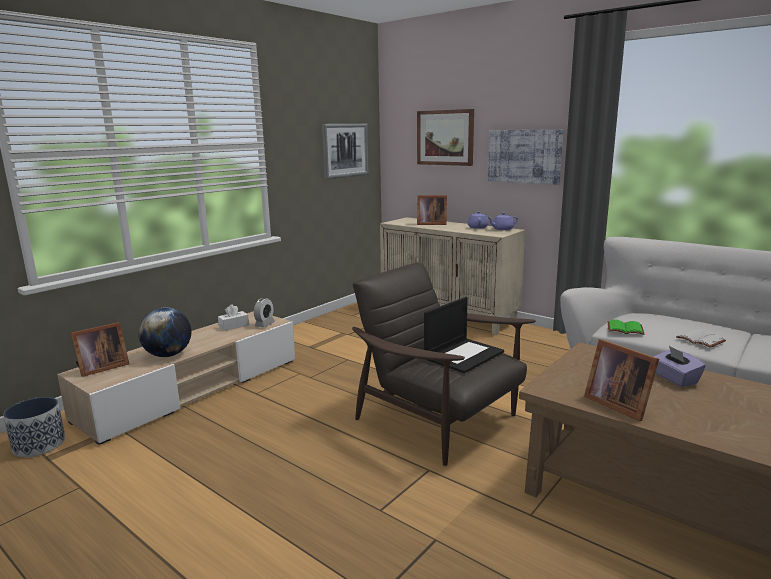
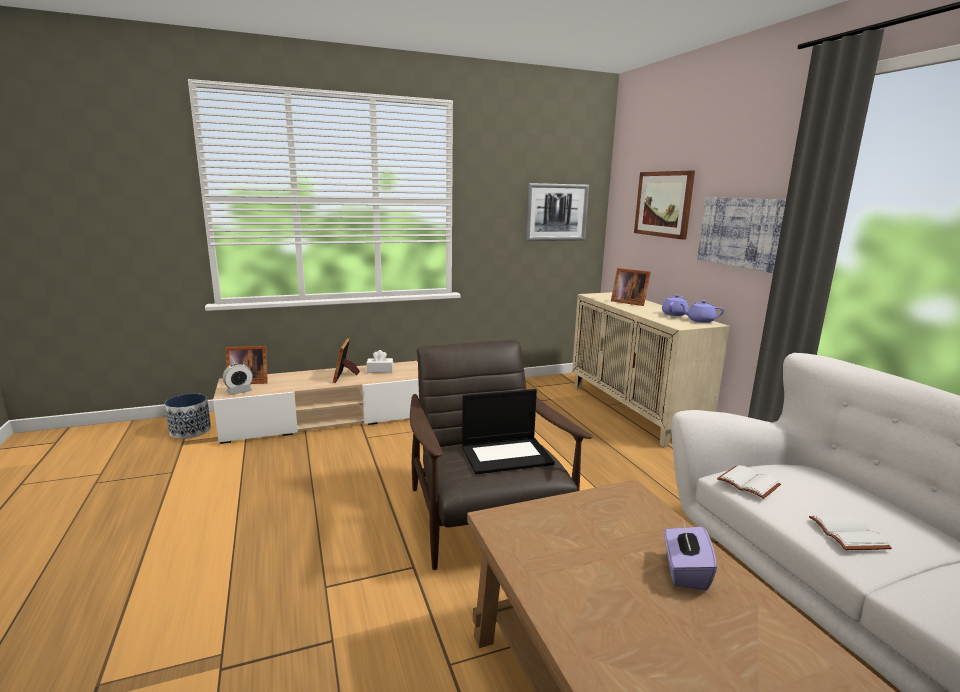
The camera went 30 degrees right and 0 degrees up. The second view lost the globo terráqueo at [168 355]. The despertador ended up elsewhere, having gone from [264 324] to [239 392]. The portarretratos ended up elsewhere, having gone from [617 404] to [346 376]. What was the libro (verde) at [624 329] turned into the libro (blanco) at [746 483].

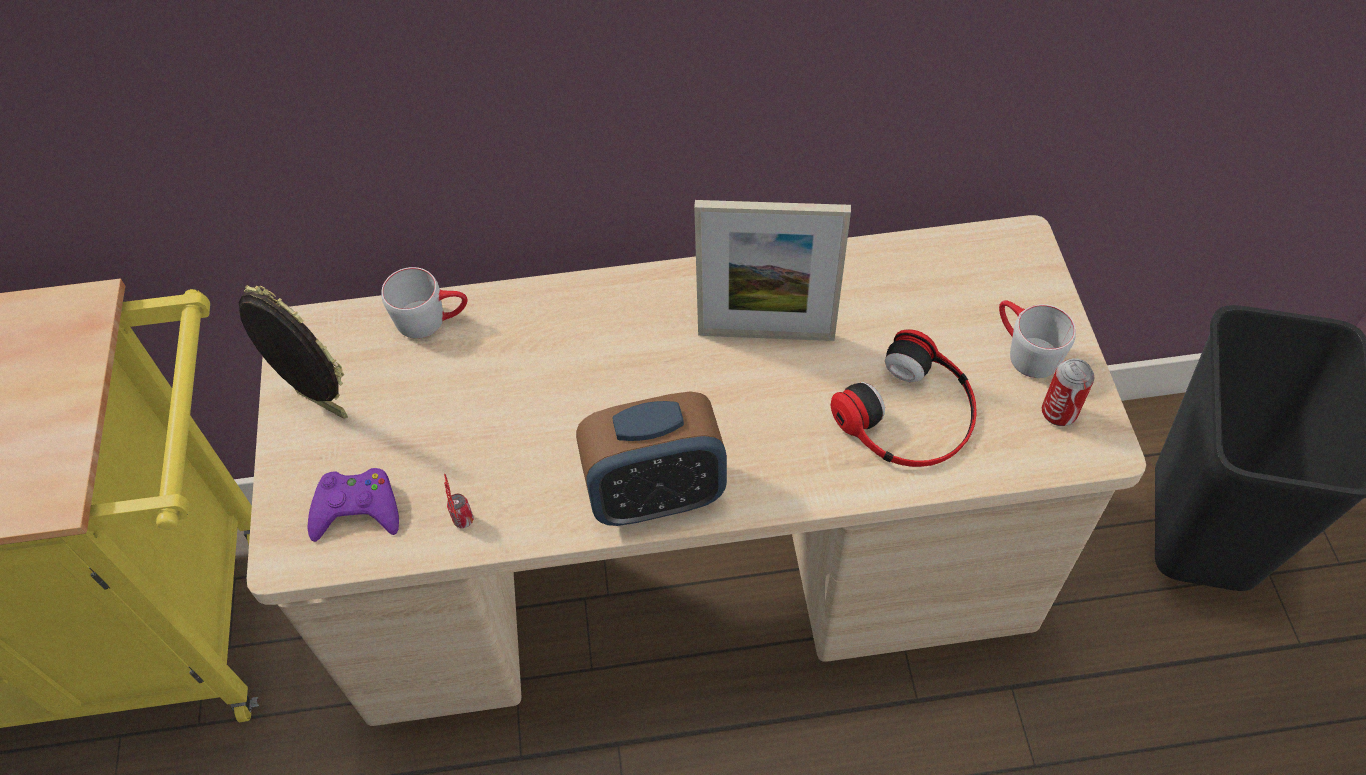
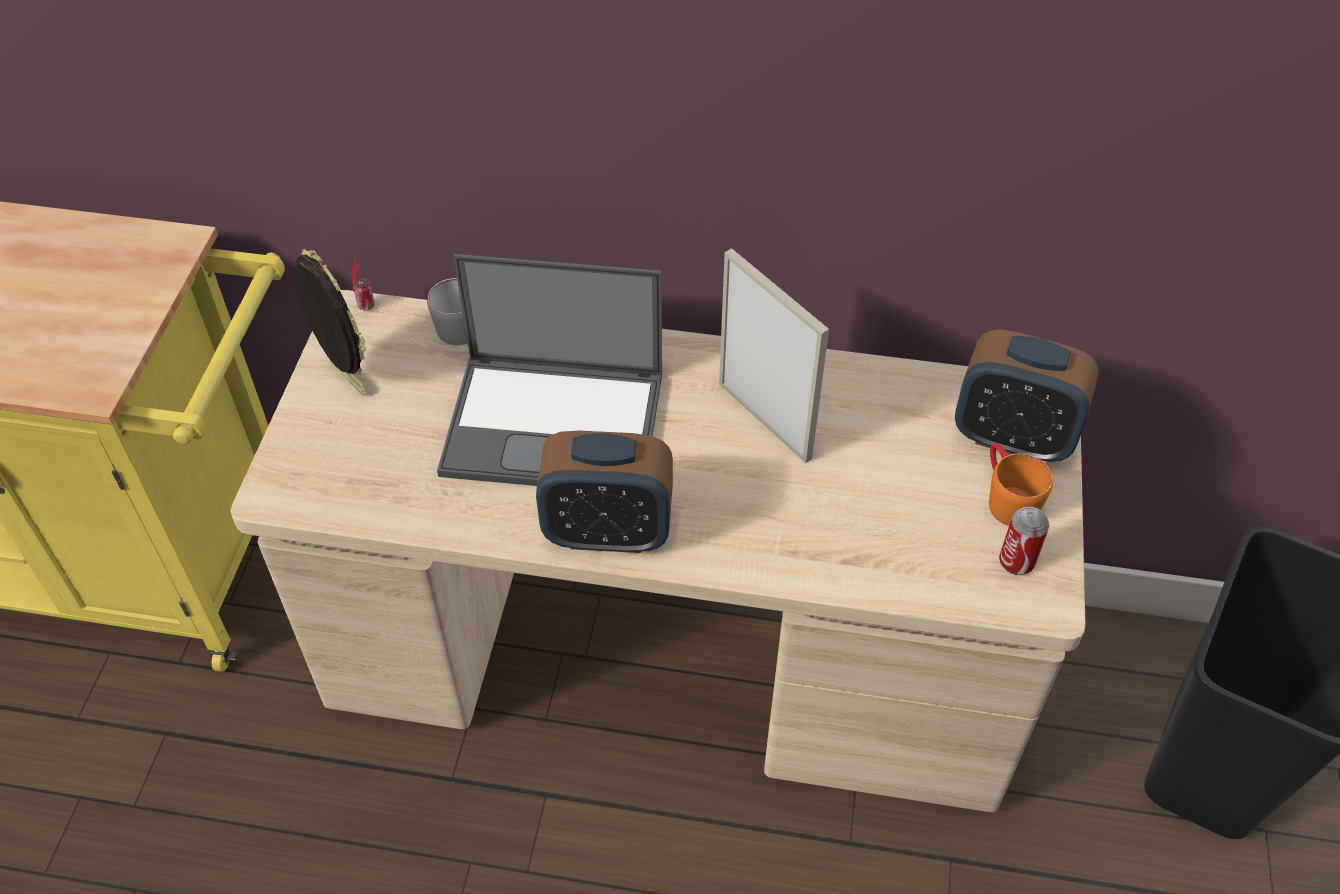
The camera went 15 degrees right and 5 degrees down. The second view lost the mando de consola (morado) at [357 509]. The second view lost the auriculares at [910 414]. The second view gained the portátil at [557 423]. The second view gained the despertador at [1012 437]. The lata ended up elsewhere, having gone from [464 522] to [366 307]. What was the taza grande (gris) at [1024 350] turned into the taza grande (naranja) at [1006 498]. The portarretratos at [766 334] ended up facing another way, 150 degrees counterclockwise from before.

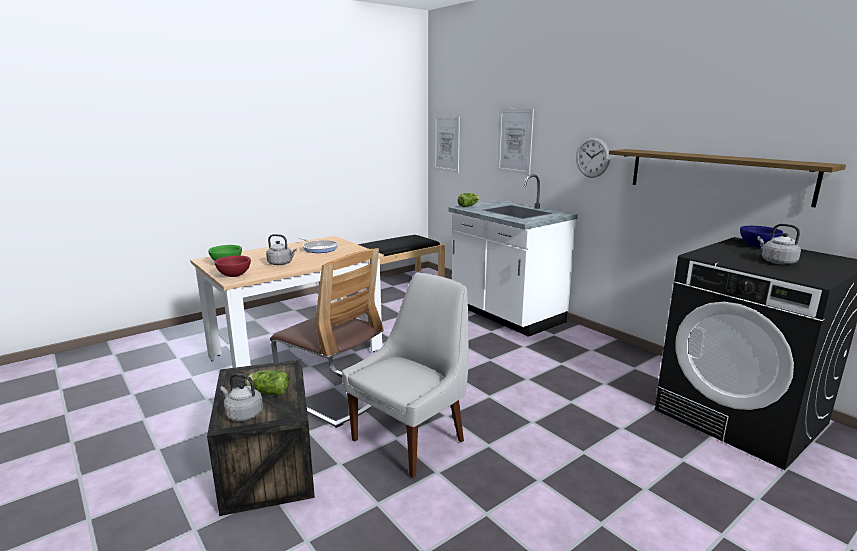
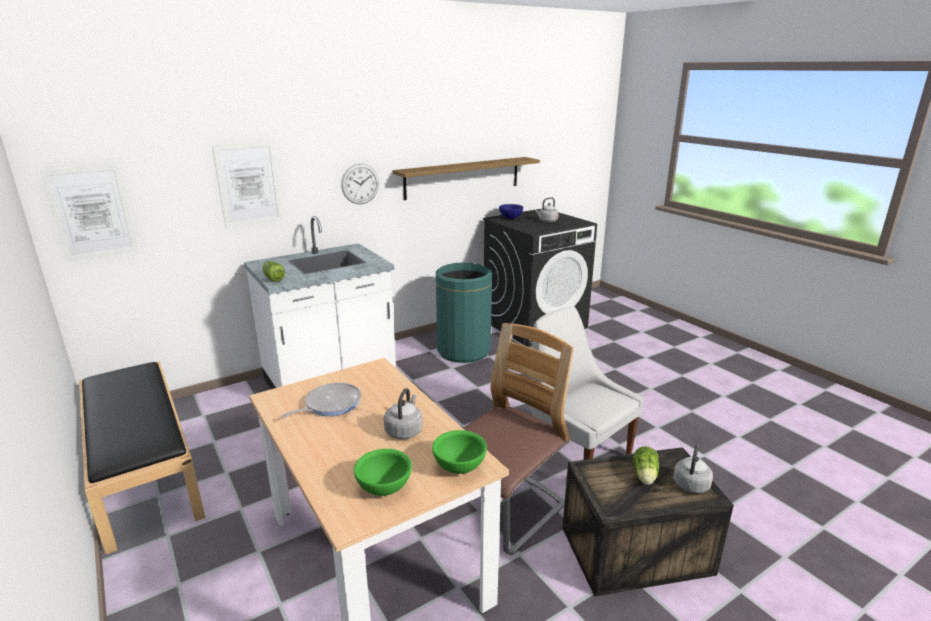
The camera went 85 degrees left and 5 degrees up. The second view gained the papelera (verde) at [463 351]. What was the cuenco (rojo) at [235 275] turned into the cuenco (verde) at [460 466].

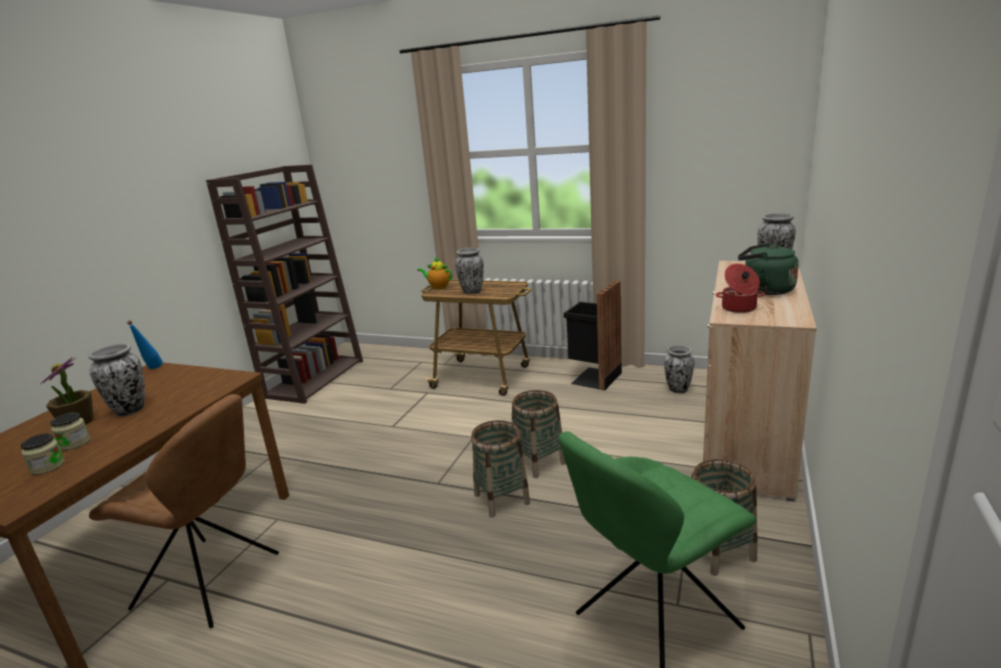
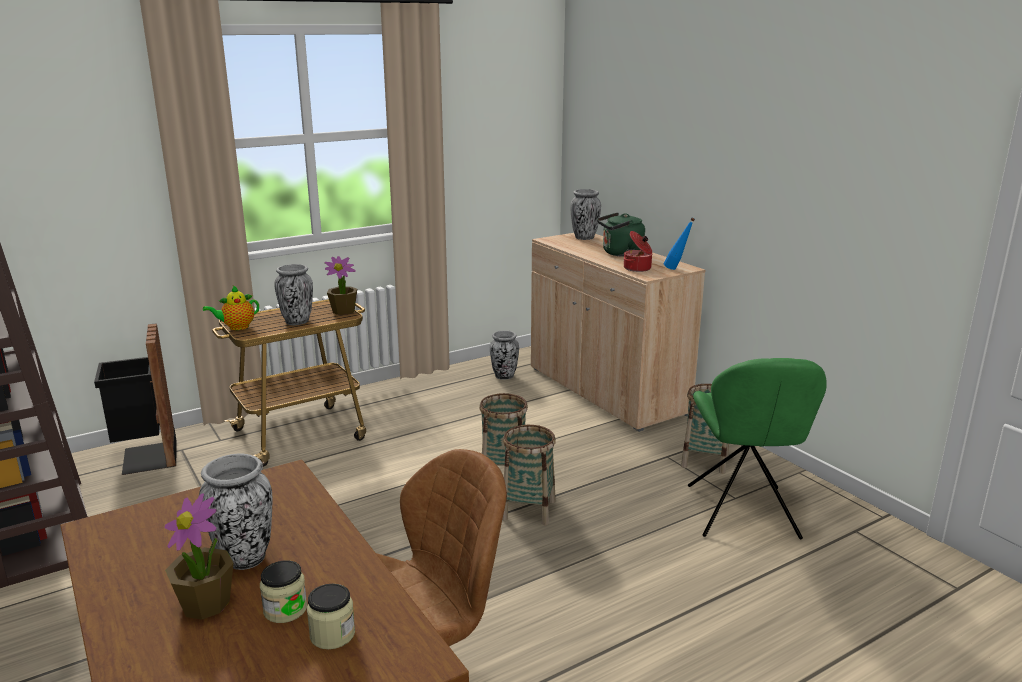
The camera went 55 degrees left and 0 degrees up. The second view gained the planta en maceta at [344 311]. The botella (azul) ended up elsewhere, having gone from [152 369] to [677 269]. The papelera (negro) ended up elsewhere, having gone from [593 378] to [146 458].

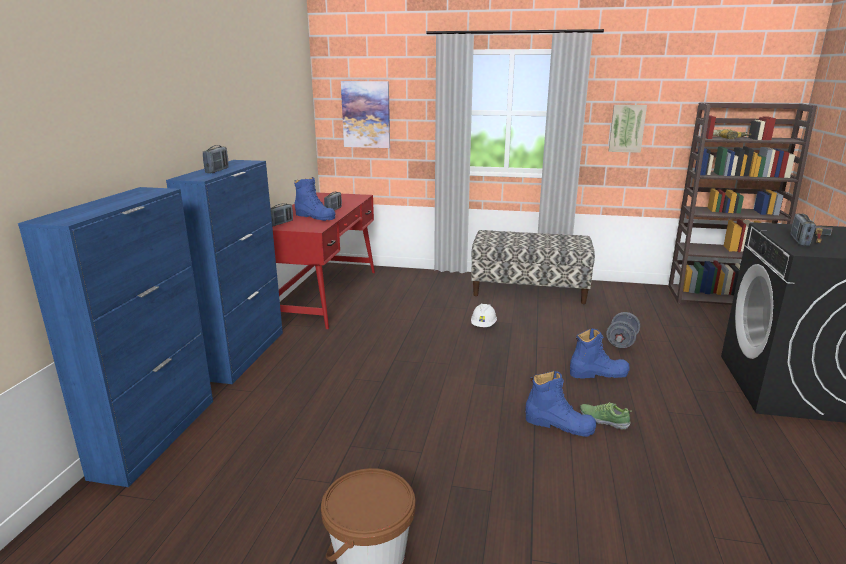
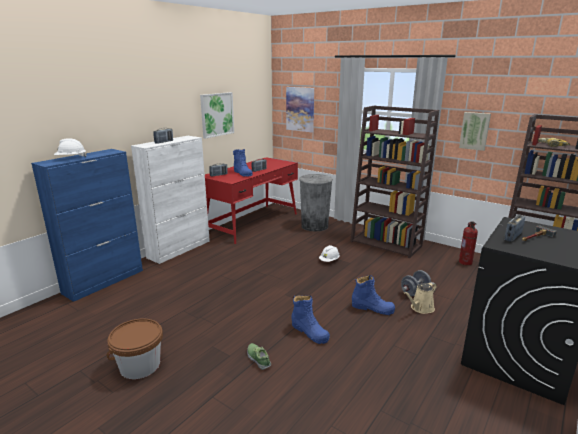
The camera went 25 degrees right and 0 degrees up. The second view gained the casco (blanco) at [71 158]. The second view gained the cuadro at [217 114]. The second view gained the papelera (gris) at [314 226]. The second view gained the regadera (beis) at [421 308]. The second view gained the extintor at [465 262]. The zapato ended up elsewhere, having gone from [603 420] to [258 359]. Where the banco stood at [529 291], the estantería (marrón) came to stand at [386 244]. What was the armario (azul) at [244 354] turned into the armario (blanco) at [179 249].

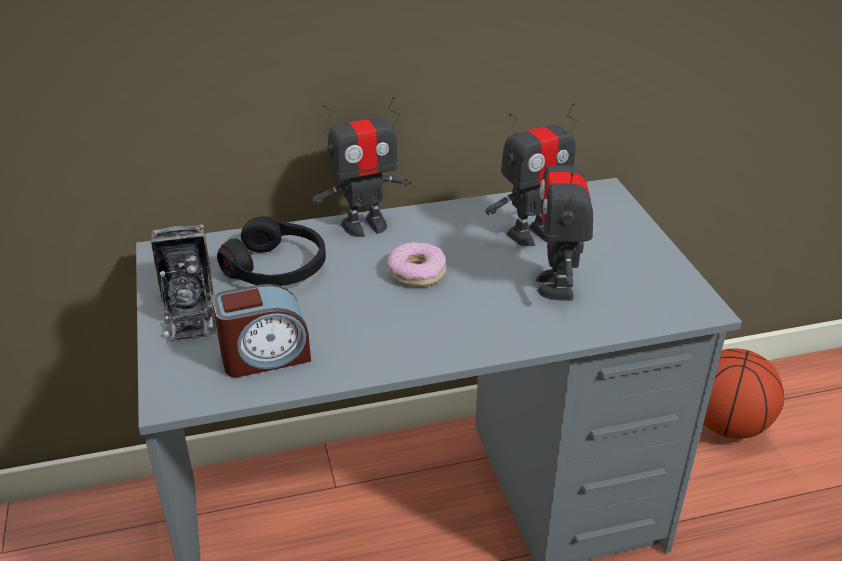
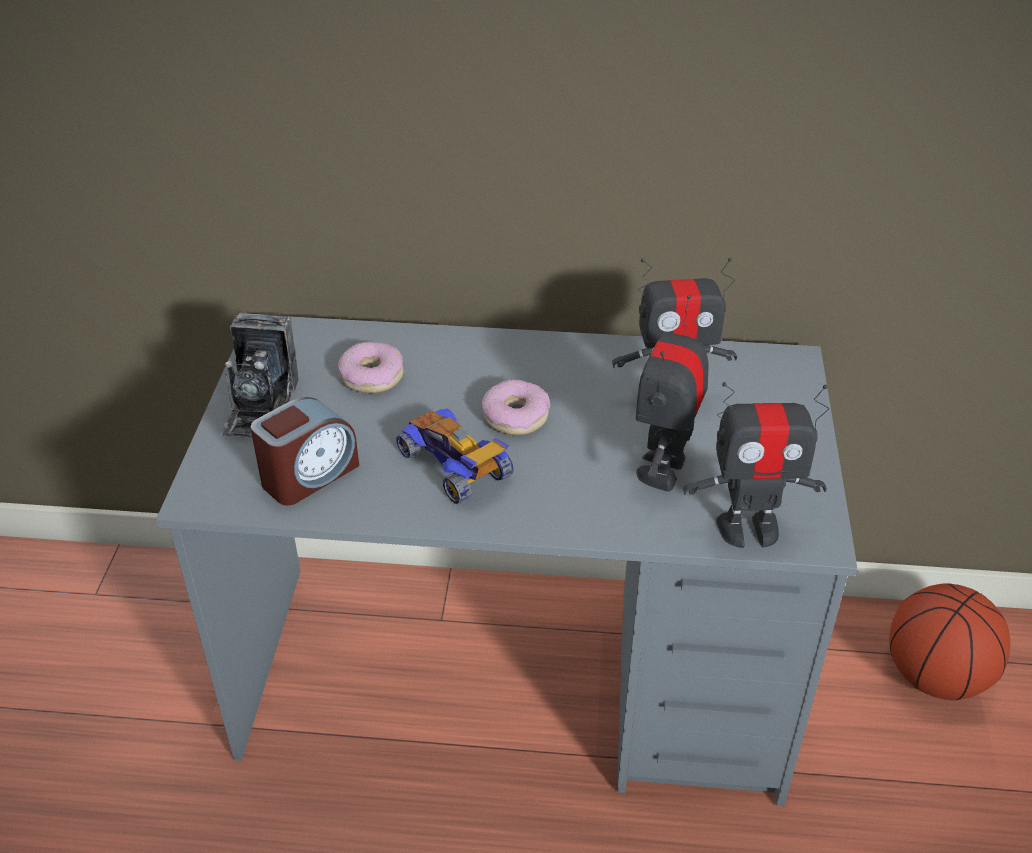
The camera went 20 degrees right and 5 degrees up. The second view gained the coche de juguete at [456 467]. The robot de juguete ended up elsewhere, having gone from [365 225] to [748 528]. Where the auriculares (negro) stood at [277 268], the rosquilla came to stand at [372 376]. The despertador at [265 356] ended up facing another way, 45 degrees counterclockwise from before.

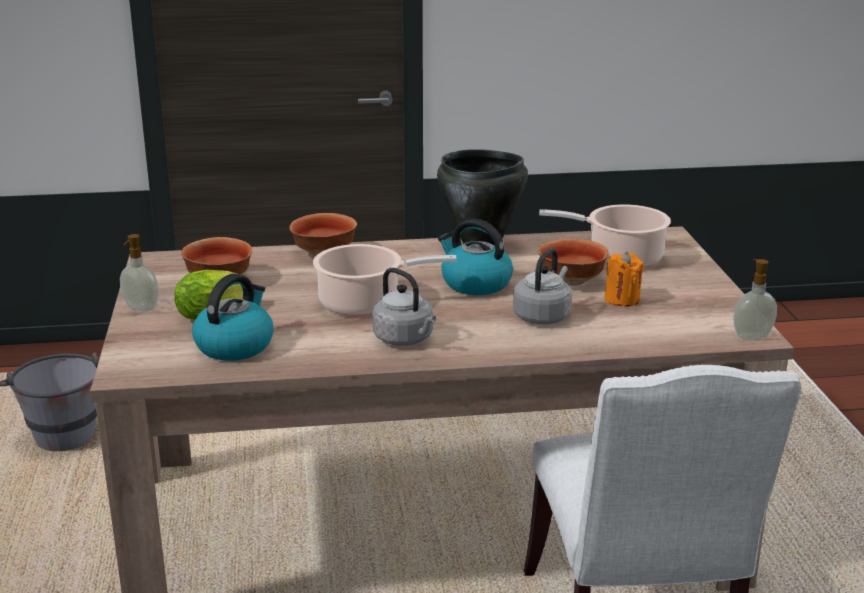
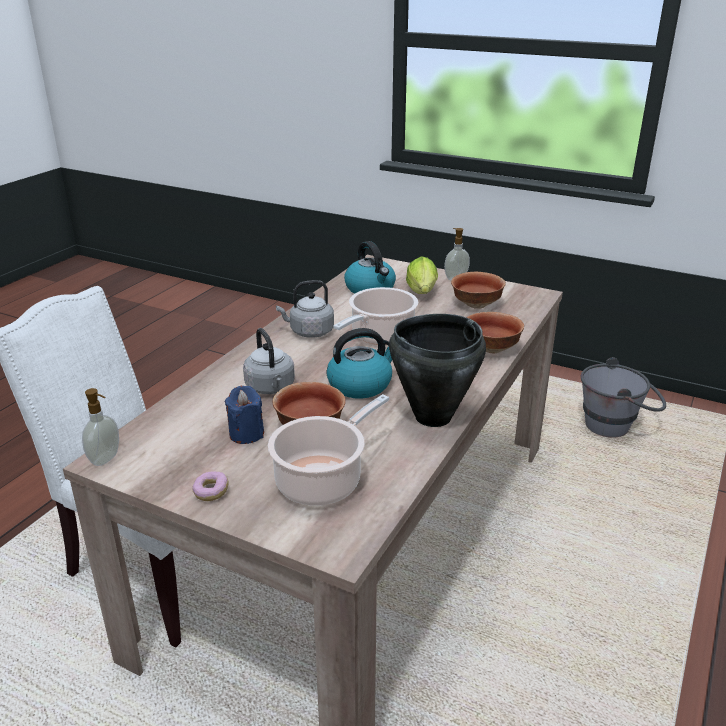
The camera went 125 degrees right and 5 degrees up. The second view gained the rosquilla at [211 492]. What was the vela (naranja) at [622 299] turned into the vela (azul) at [246 434].

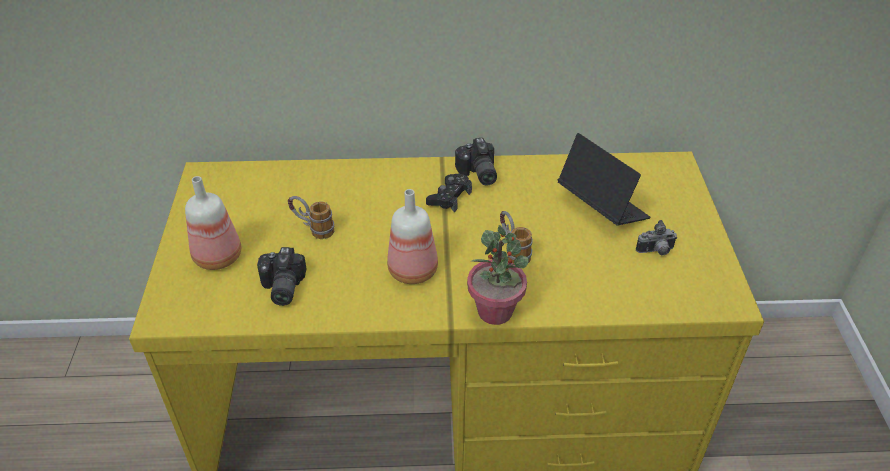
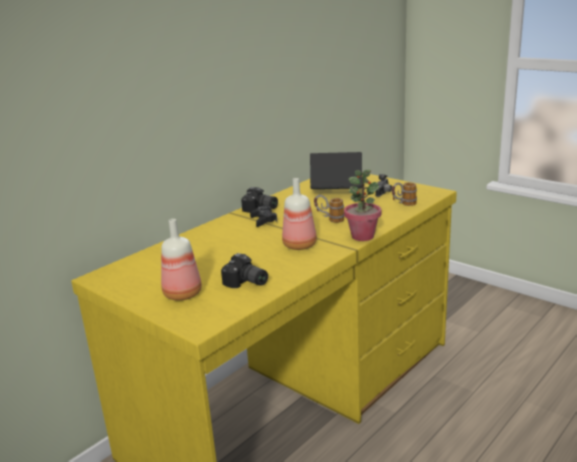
The camera went 45 degrees left and 20 degrees down. The taza grande ended up elsewhere, having gone from [312 229] to [403 205].

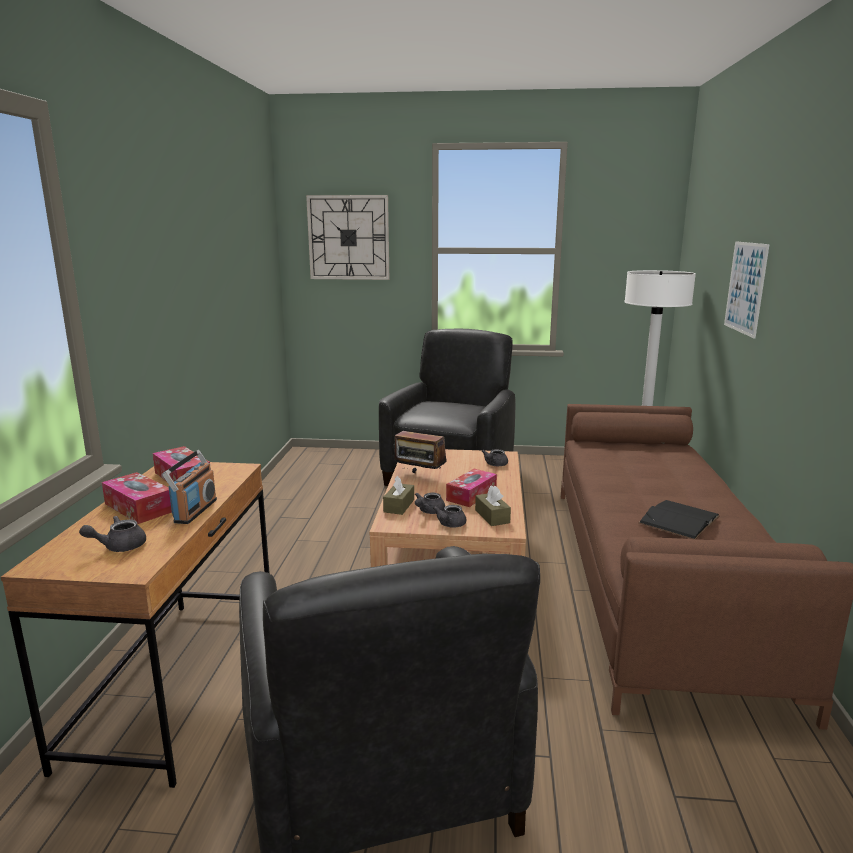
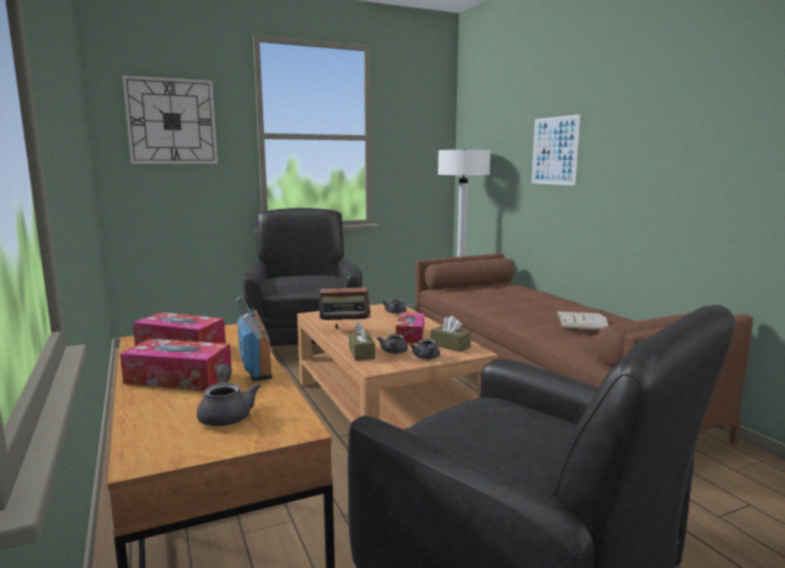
The camera went 30 degrees left and 5 degrees down. What was the libro (negro) at [679 519] turned into the libro (blanco) at [581 321]. The tetera (gris) at [119 546] ended up facing another way, 135 degrees clockwise from before.

